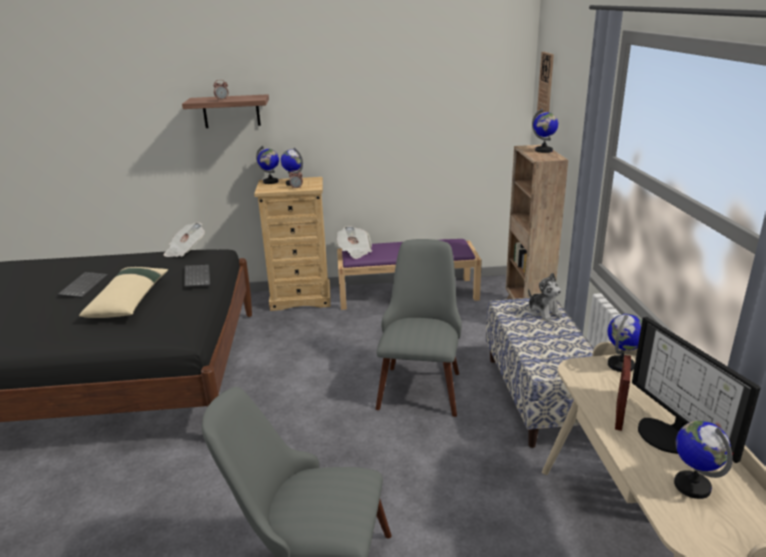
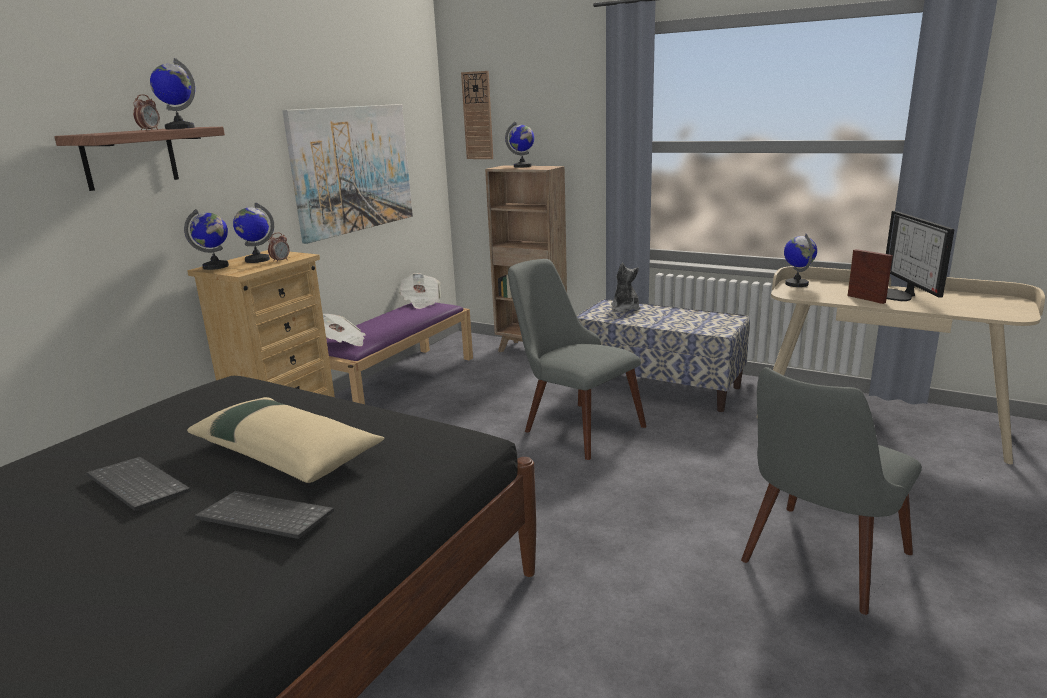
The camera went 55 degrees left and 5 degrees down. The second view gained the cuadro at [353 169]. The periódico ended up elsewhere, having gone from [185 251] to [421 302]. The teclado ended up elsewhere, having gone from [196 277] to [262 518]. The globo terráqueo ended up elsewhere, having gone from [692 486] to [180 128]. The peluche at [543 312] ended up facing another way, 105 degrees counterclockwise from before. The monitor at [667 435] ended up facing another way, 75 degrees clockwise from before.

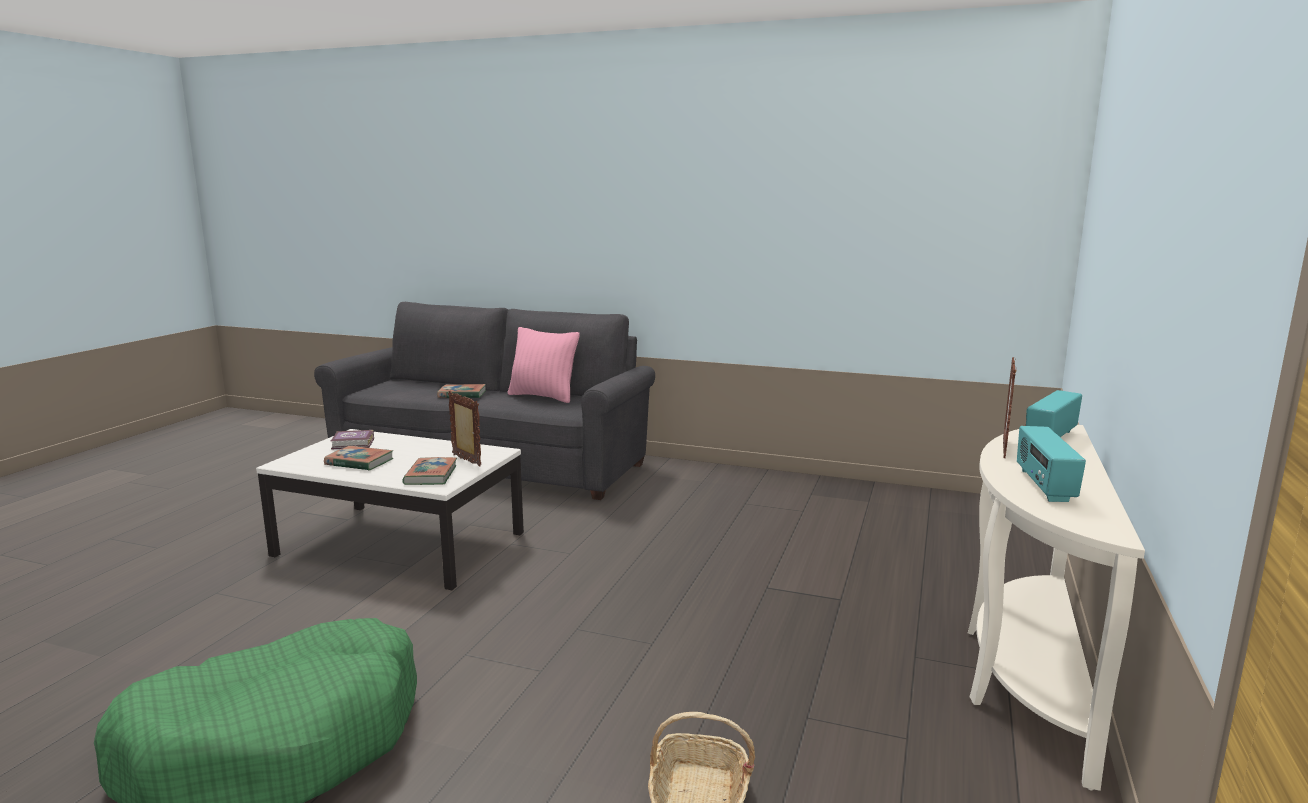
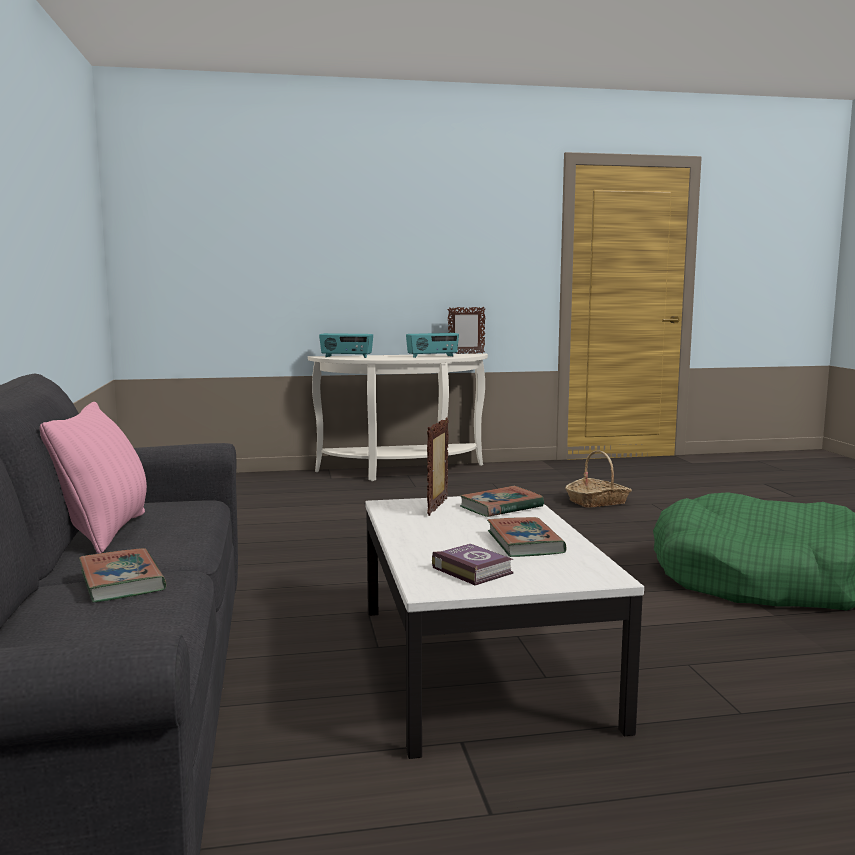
The camera went 120 degrees left and 5 degrees down. The portarretratos ended up elsewhere, having gone from [1004 448] to [466 354].

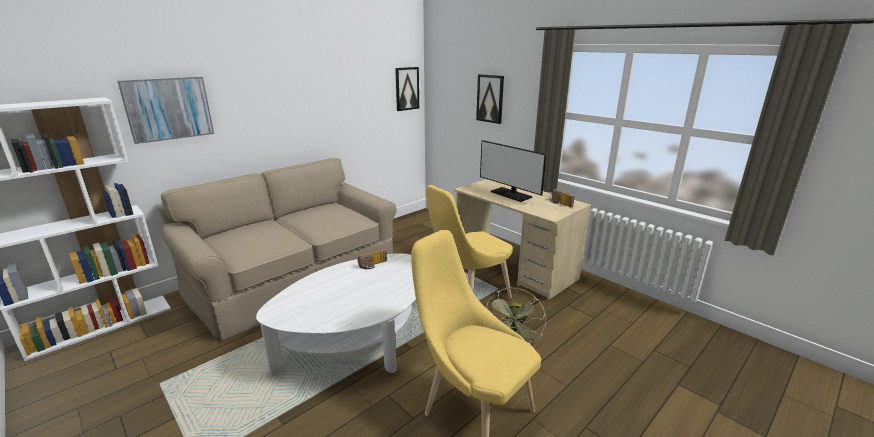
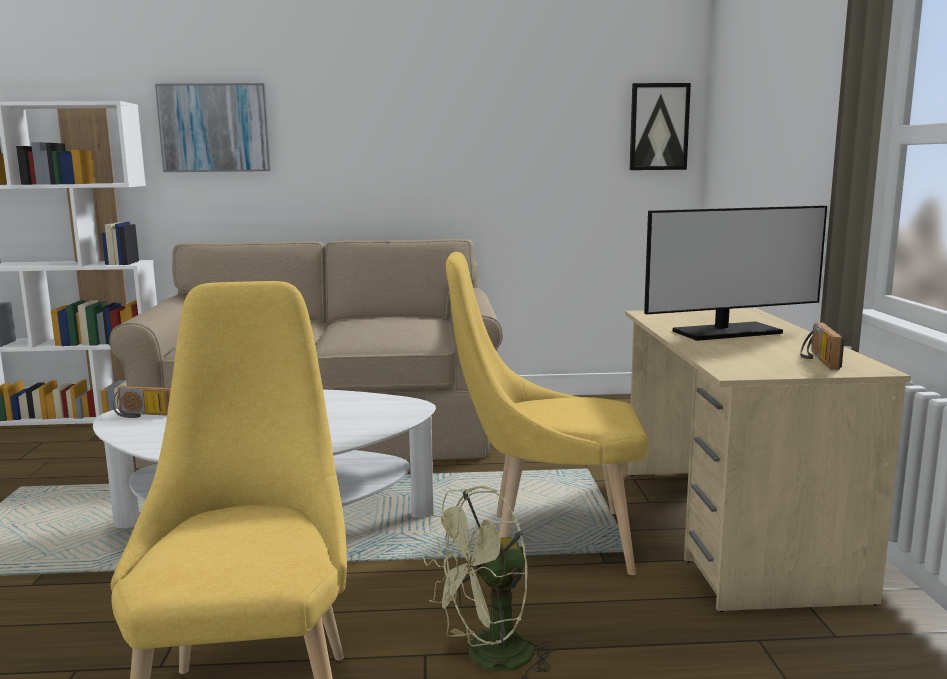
The camera went 40 degrees right and 10 degrees down. The second view lost the cuadro at [490 98]. The radio ended up elsewhere, having gone from [373 265] to [144 415]. The monitor at [511 194] ended up facing another way, 105 degrees counterclockwise from before.

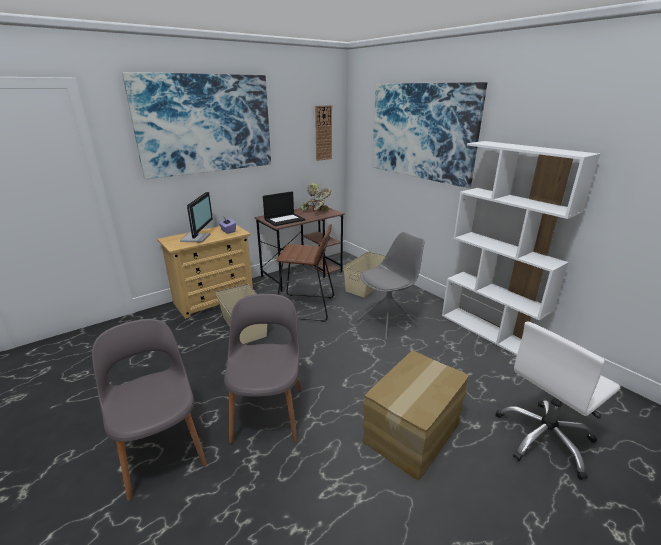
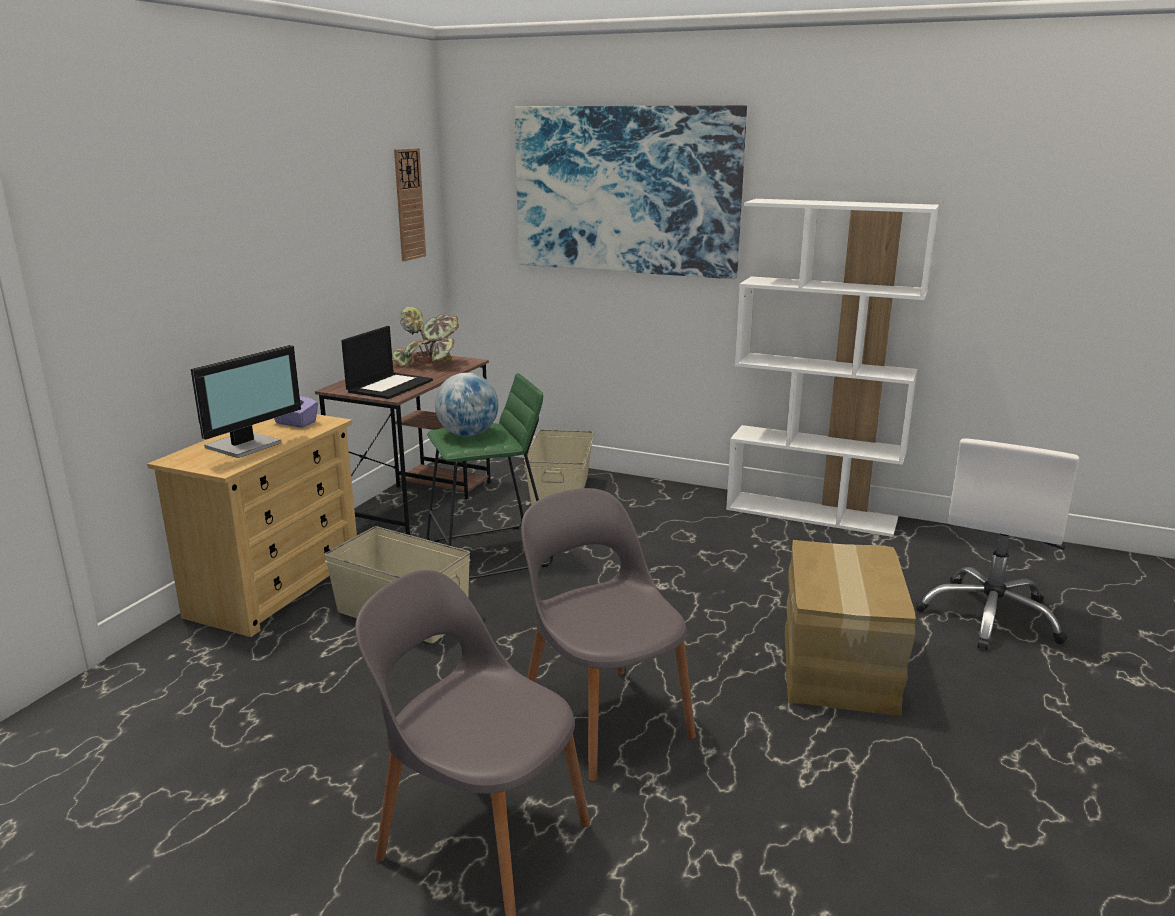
The camera went 30 degrees left and 5 degrees down. The second view lost the cuadro at [206 124]. The second view lost the silla (gris) at [388 323]. The second view gained the globo terráqueo at [468 434]. What was the taburete (marrón) at [306 307] turned into the taburete (verde) at [489 553]. The monitor at [197 238] ended up facing another way, 60 degrees clockwise from before.

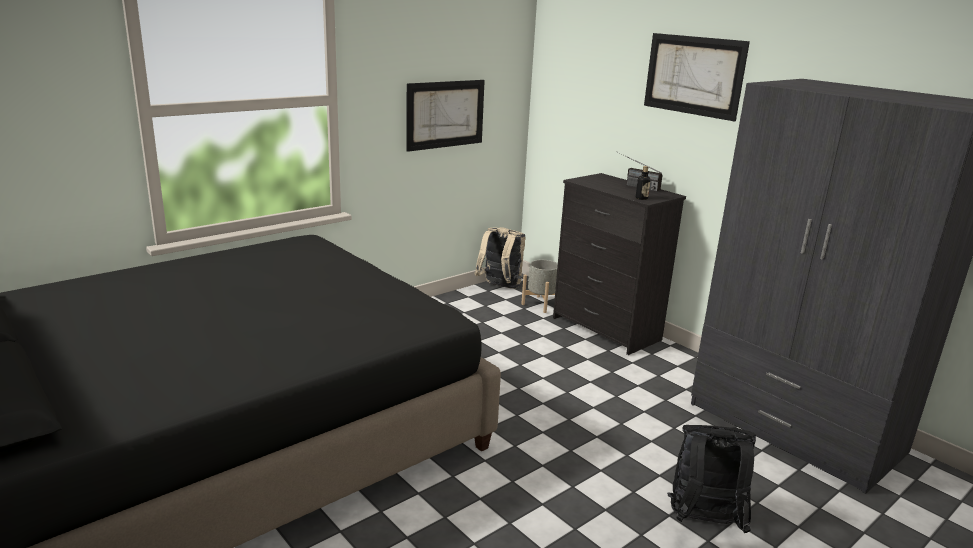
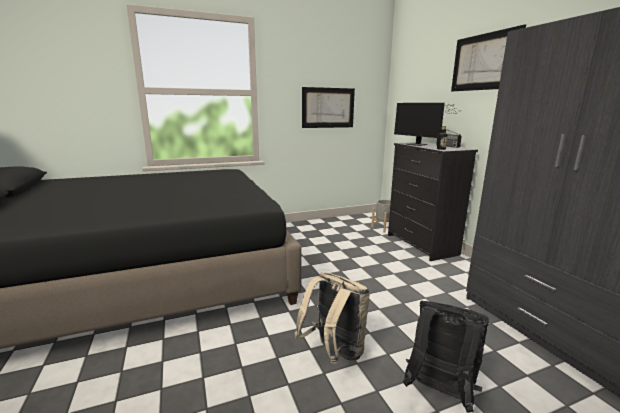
The camera went 20 degrees right and 5 degrees down. The second view gained the monitor at [418 144]. The mochila (beis) ended up elsewhere, having gone from [500 287] to [334 353].

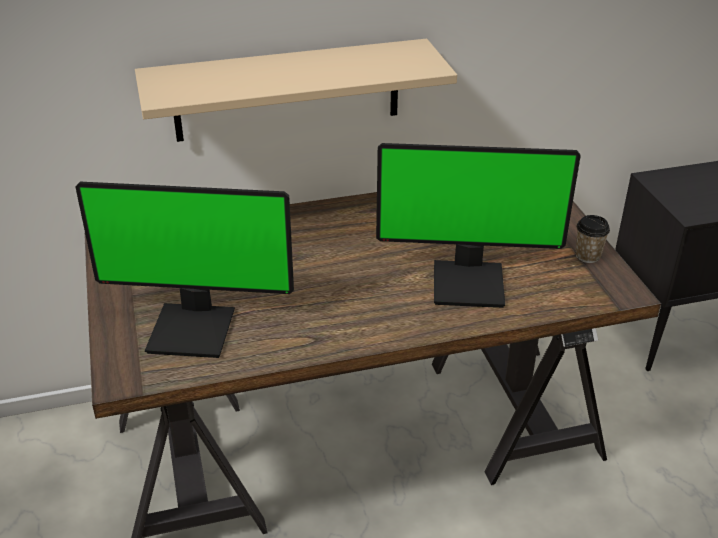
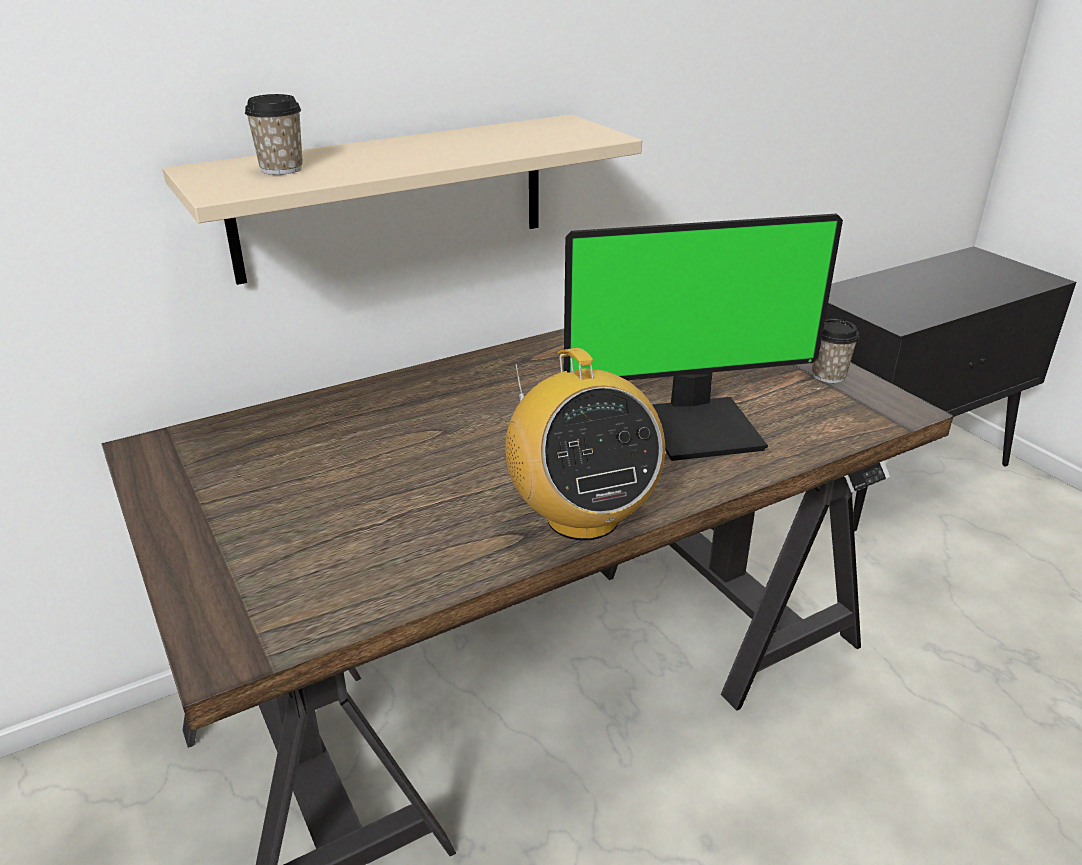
The camera went 15 degrees left and 5 degrees down. The second view lost the monitor at [194 328]. The second view gained the taza at [281 169]. The second view gained the radio at [581 517].

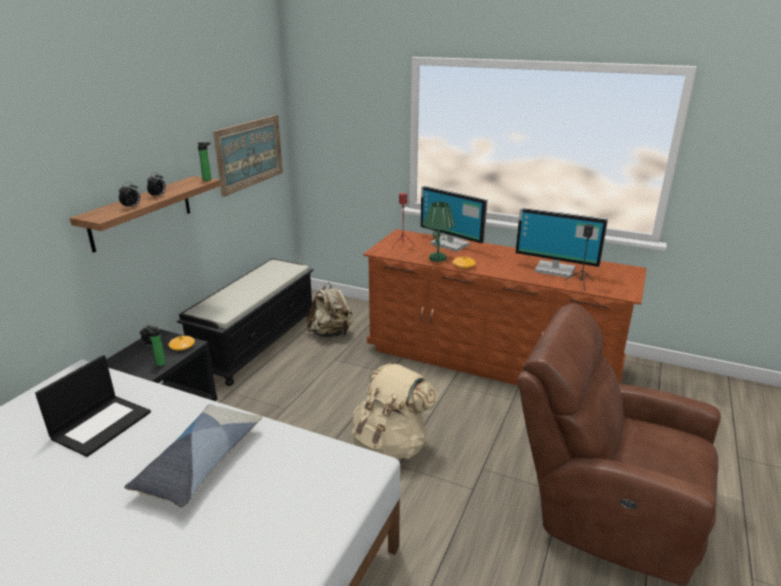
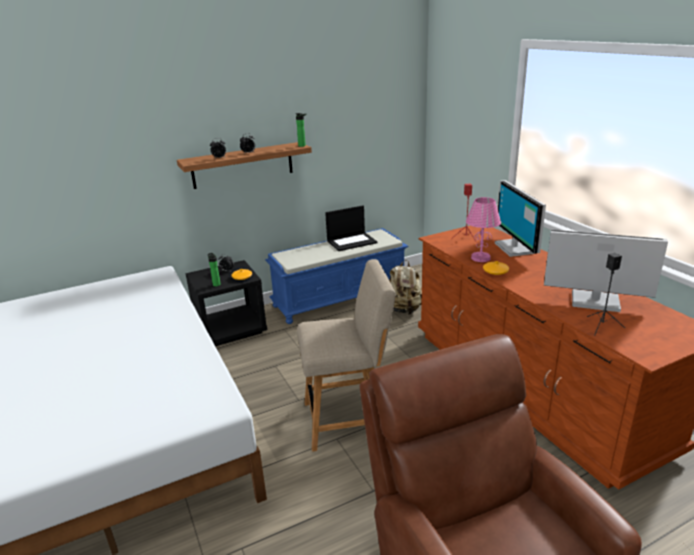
The camera went 40 degrees right and 0 degrees up. The second view lost the cojín at [200 462]. The second view lost the cuadro at [250 153]. The portátil ended up elsewhere, having gone from [102 424] to [352 241]. Where the mochila (beis) stood at [391 445], the silla (beis) came to stand at [348 420]. What was the banco (negro) at [256 342] turned into the banco (azul) at [340 298]. What was the lámpara de mesa (verde) at [437 258] turned into the lámpara de mesa (rosa) at [481 258]. The monitor at [555 269] ended up facing another way, 135 degrees clockwise from before.

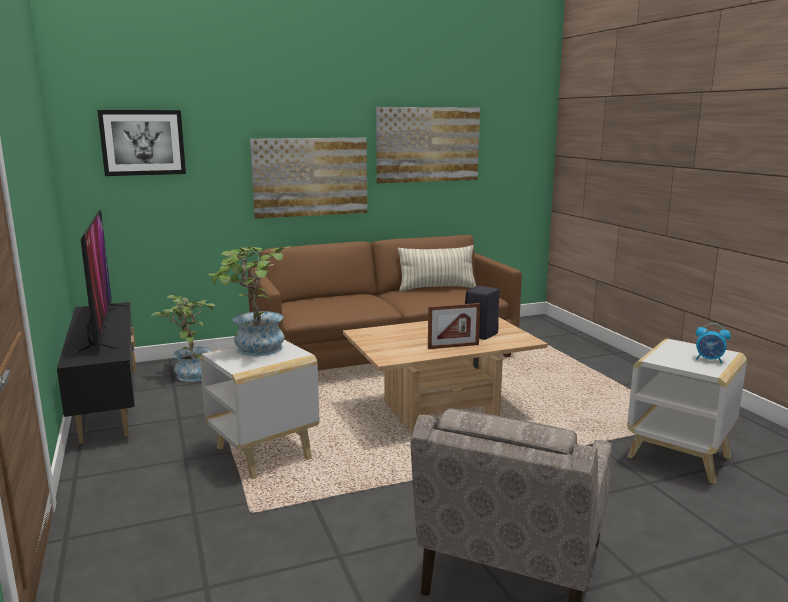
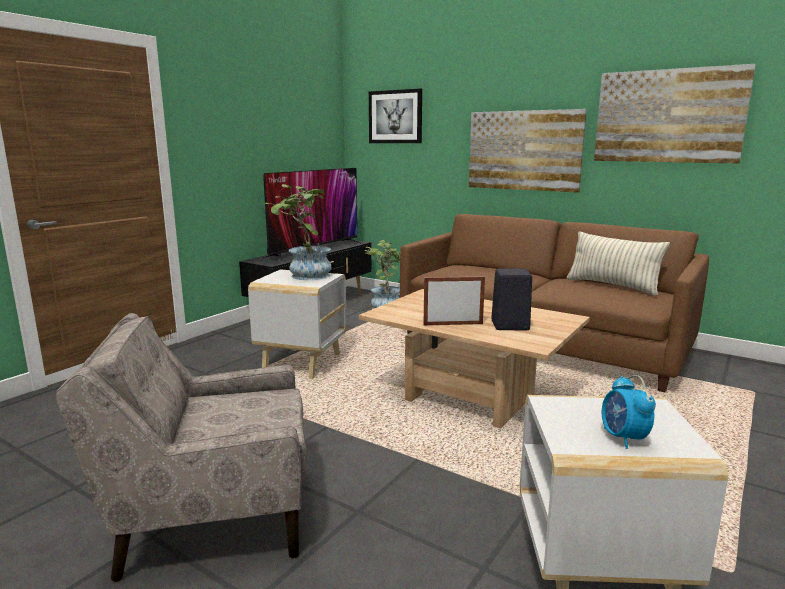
The camera went 55 degrees right and 0 degrees up. The portarretratos at [453 346] ended up facing another way, 135 degrees clockwise from before.

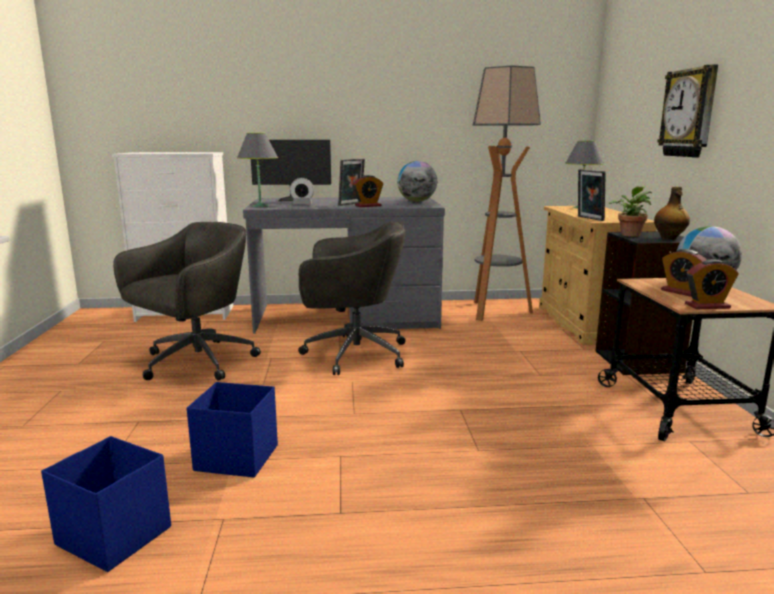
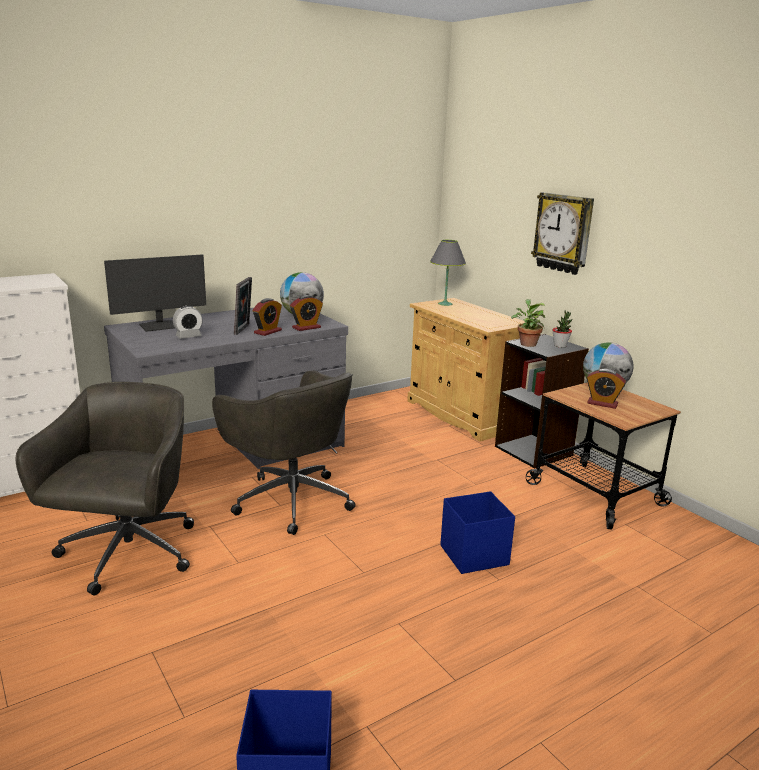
The camera went 30 degrees left and 5 degrees up. The second view lost the lámpara de mesa (gris) at [260 206]. The second view lost the lámpara de pie at [496 311]. The second view lost the portarretratos at [588 218]. The caja de almacenaje (azul) ended up elsewhere, having gone from [236 458] to [473 555]. The despertador ended up elsewhere, having gone from [707 306] to [306 327]. Where the botella stood at [669 238], the planta en maceta came to stand at [560 346]. The silla de oficina (gris) at [352 354] ended up facing another way, 75 degrees clockwise from before.

